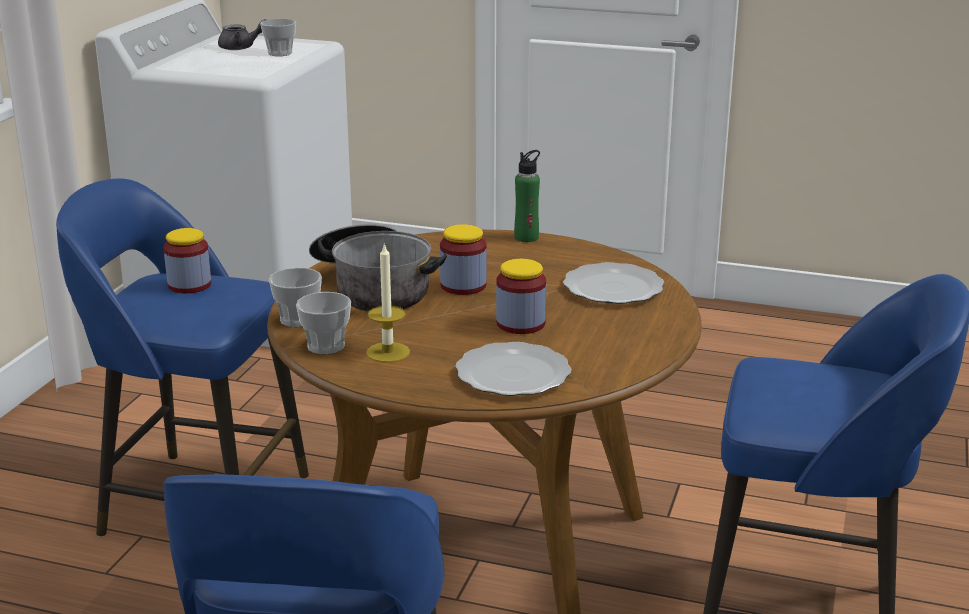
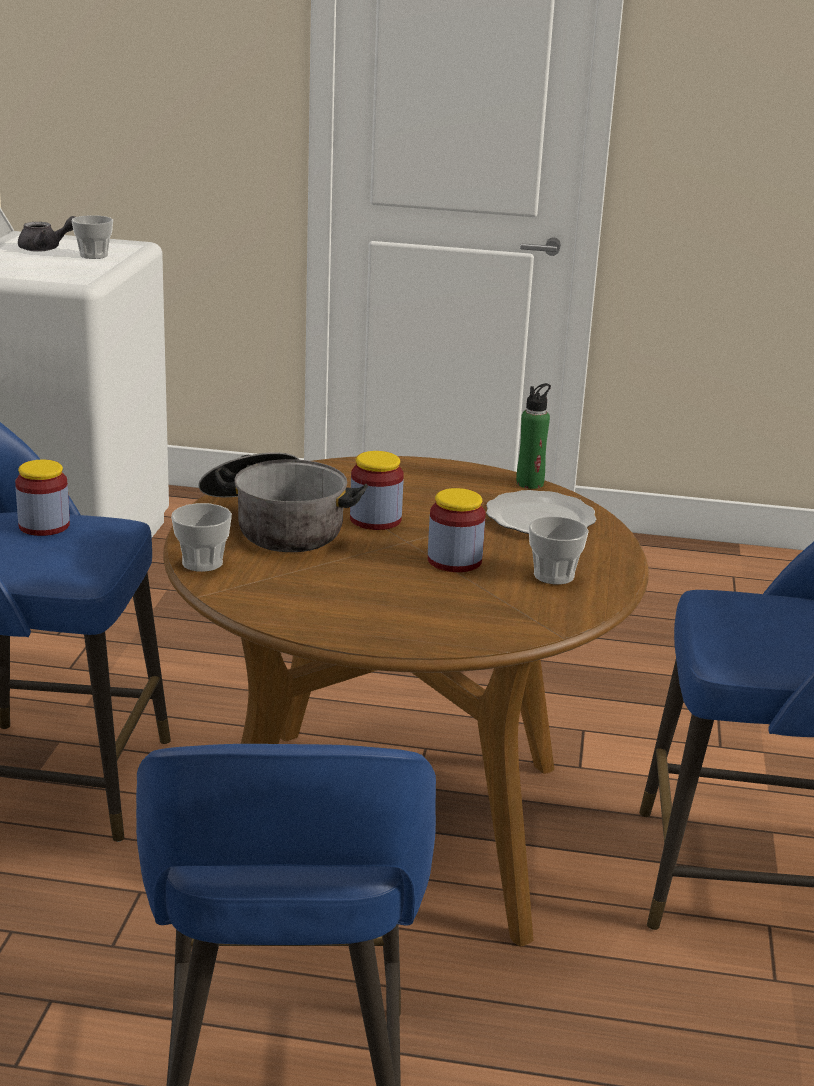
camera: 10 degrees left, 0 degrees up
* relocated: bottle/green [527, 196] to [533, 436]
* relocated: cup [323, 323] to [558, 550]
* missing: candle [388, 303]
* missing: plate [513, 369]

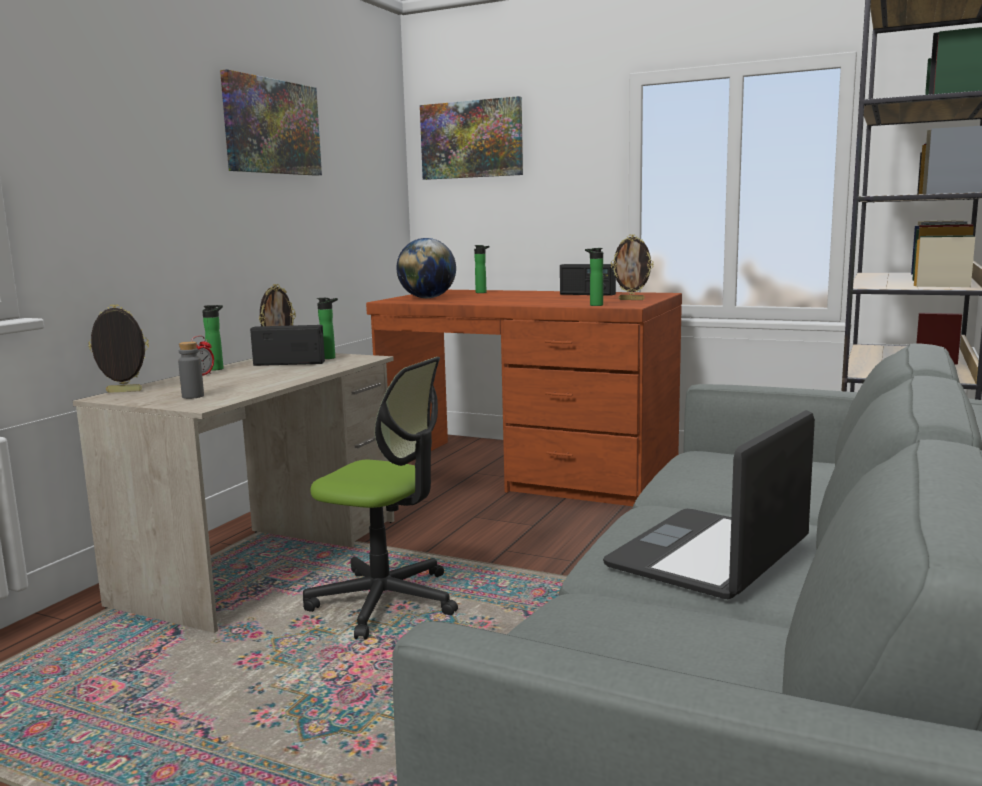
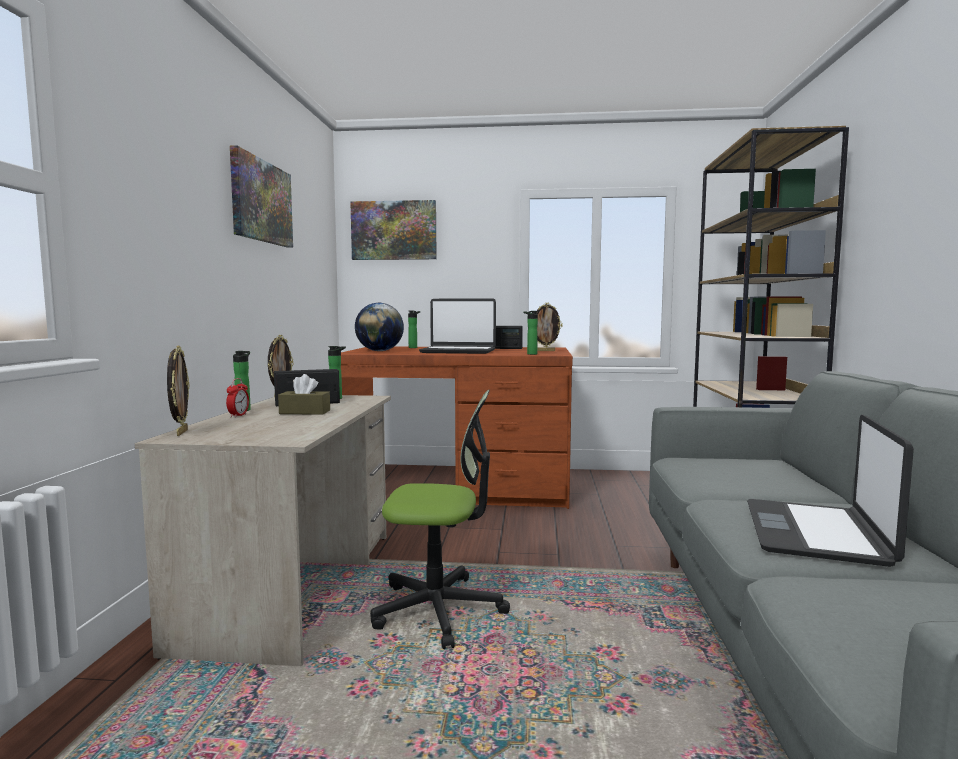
camera: 20 degrees left, 5 degrees down
* spun: picture frame [118, 348] = [178, 390] 105 degrees clockwise
* appeared: tissue box/brown [304, 394]
* appeared: laptop [457, 326]
* missing: bottle/grey [191, 370]

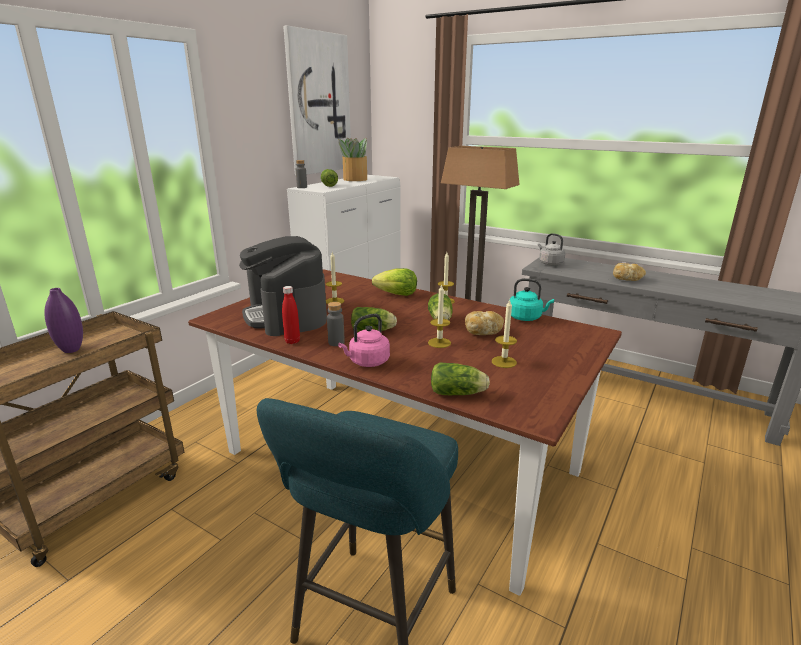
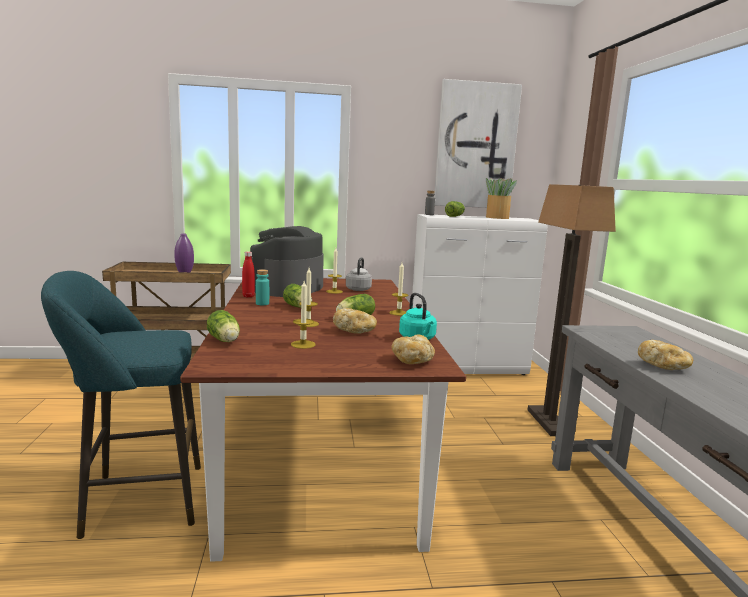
camera: 50 degrees right, 10 degrees down
* colour: bottle/grey [336, 324] to bottle/turquoise [262, 287]
* relocated: kettle/grey [551, 249] to [359, 274]
* appeared: bread [413, 349]
* missing: kettle/pink [364, 340]
* missing: lettuce [394, 282]

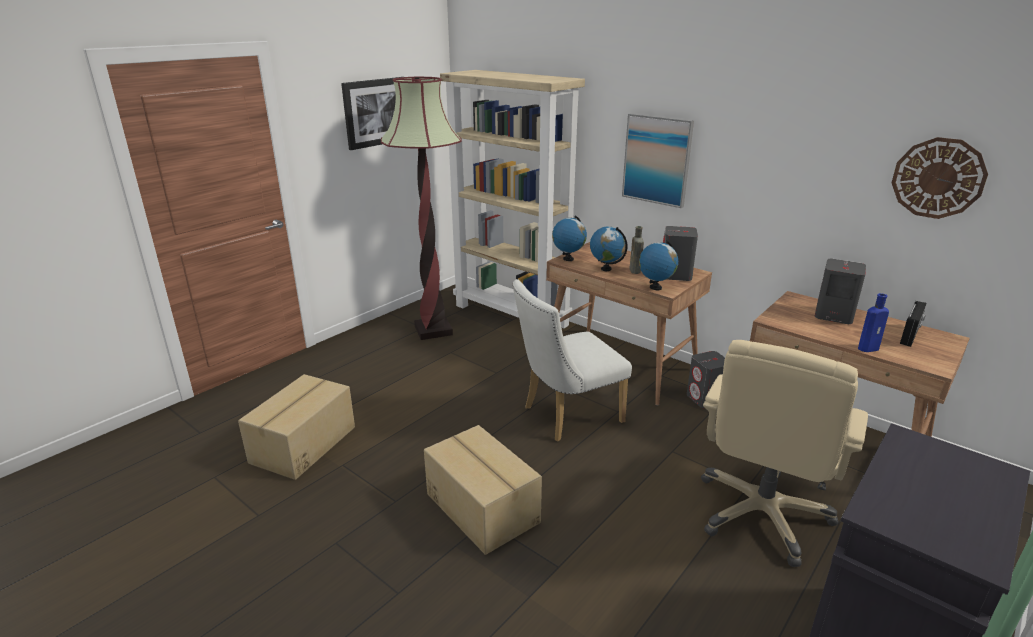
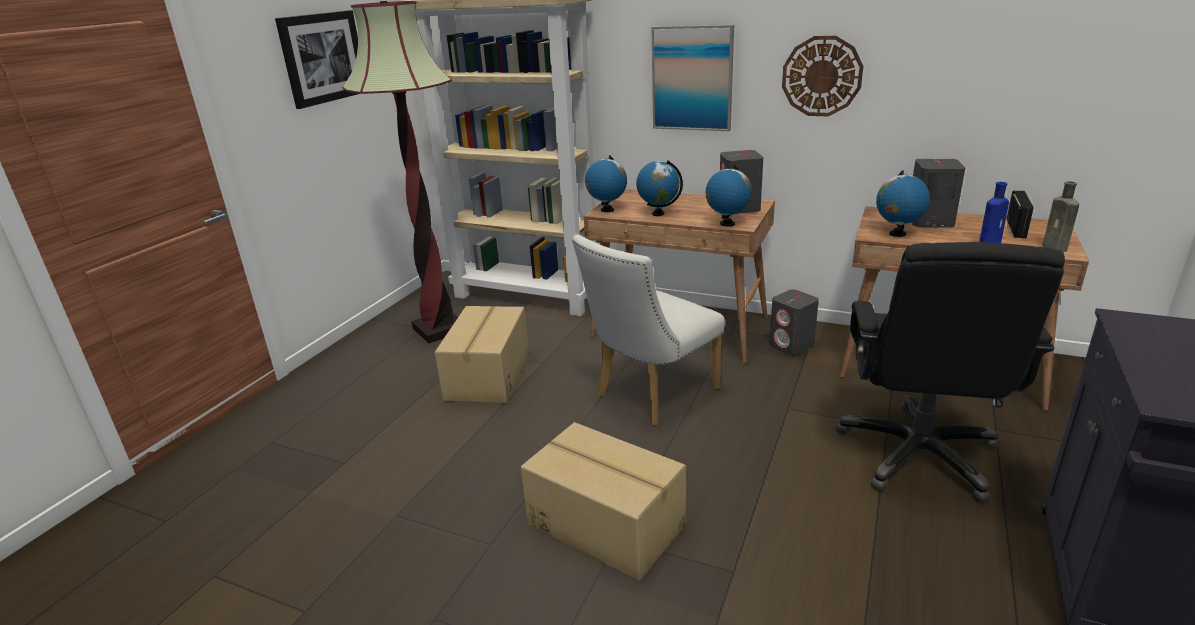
camera: 15 degrees left, 0 degrees up
* relocated: cardboard box [296, 427] to [482, 354]
* relocated: wall clock [940, 178] to [823, 76]
* colour: office chair/beige [784, 453] to office chair/black [950, 372]
* appeared: globe [903, 204]
* relocated: bottle/brown [636, 250] to [1061, 216]

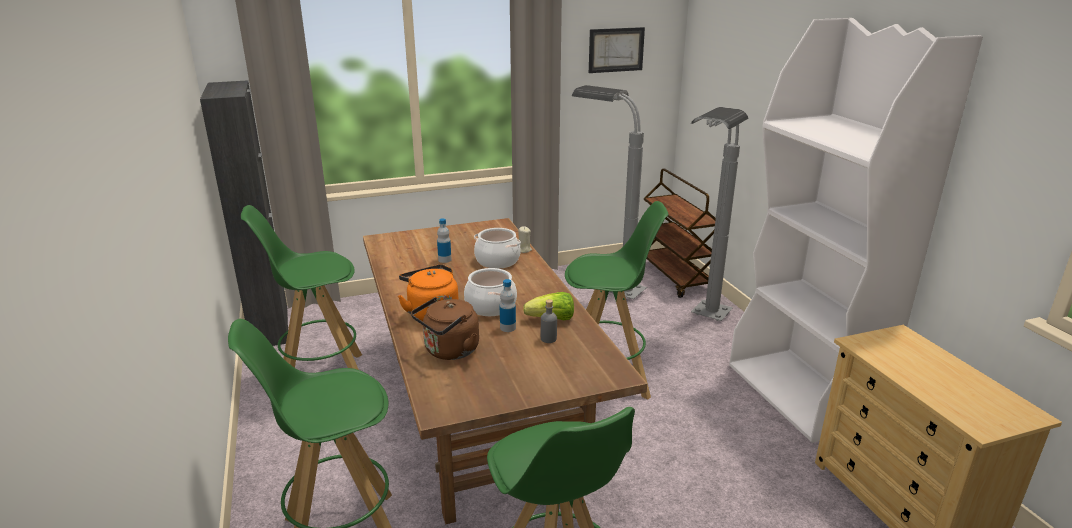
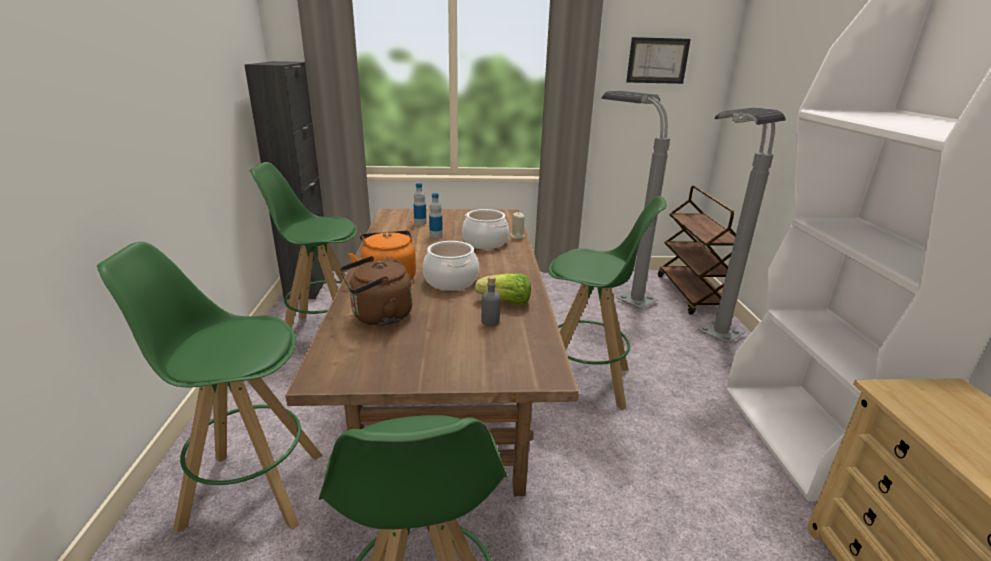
camera: 15 degrees right, 0 degrees up
* relocated: bottle [507, 305] to [420, 204]

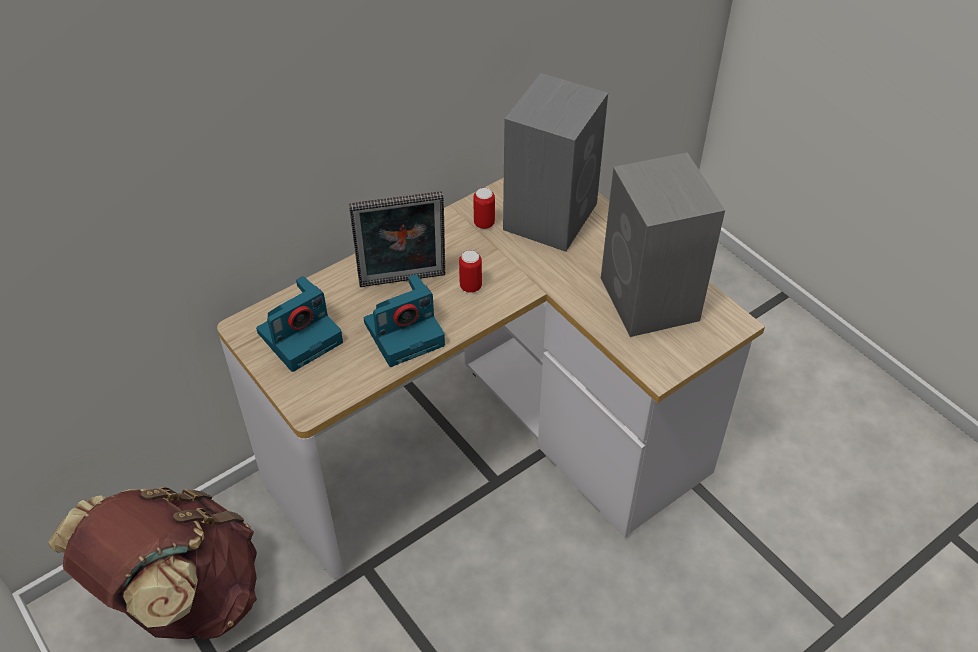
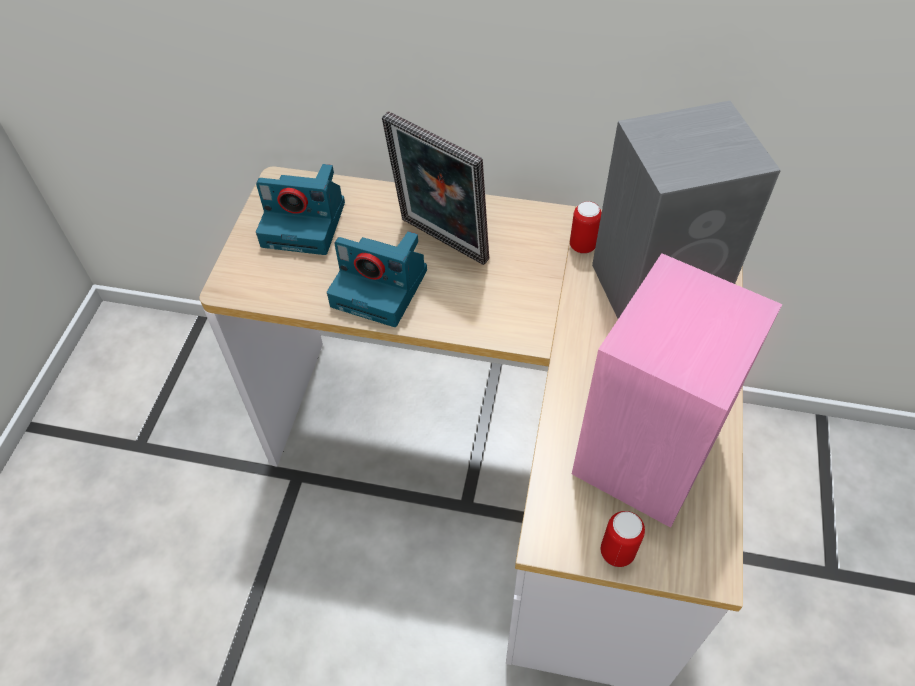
camera: 50 degrees right, 5 degrees up
* colour: speaker/grey [663, 244] to speaker/pink [677, 390]
* relocated: can [470, 271] to [623, 539]
* missing: backpack/brown [152, 563]

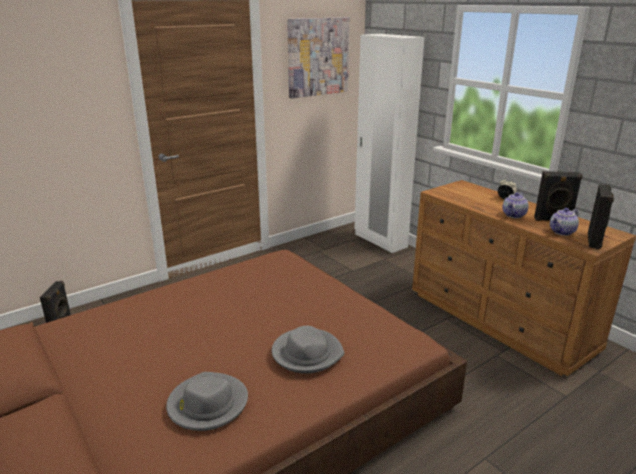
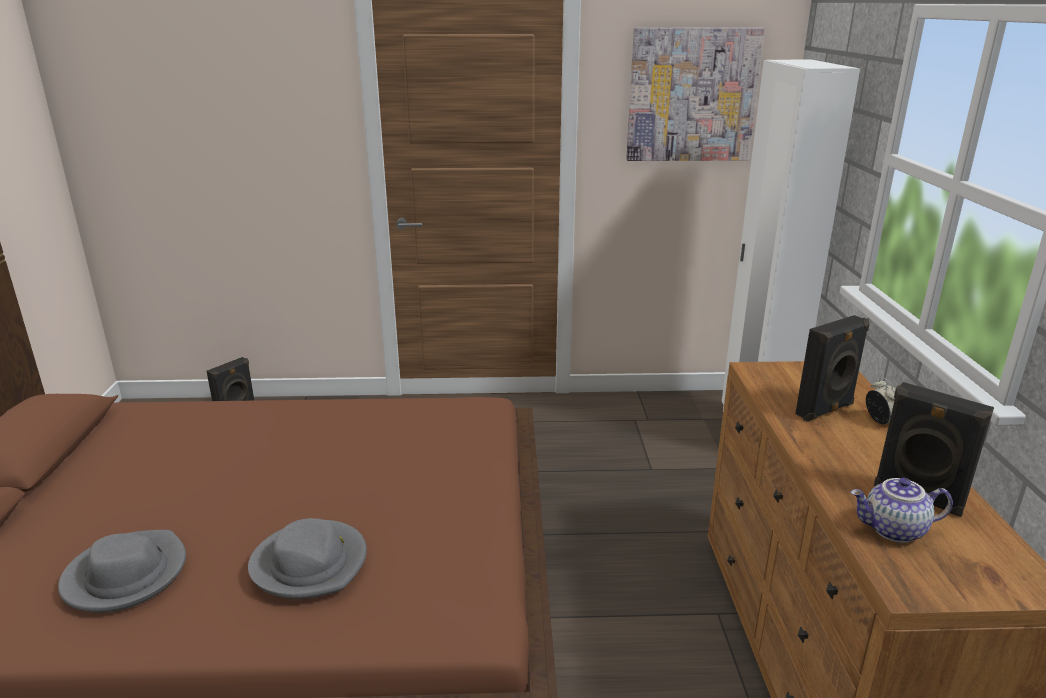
camera: 35 degrees right, 0 degrees up
* relocated: speaker/black [601, 217] to [832, 368]
* missing: teapot [515, 205]

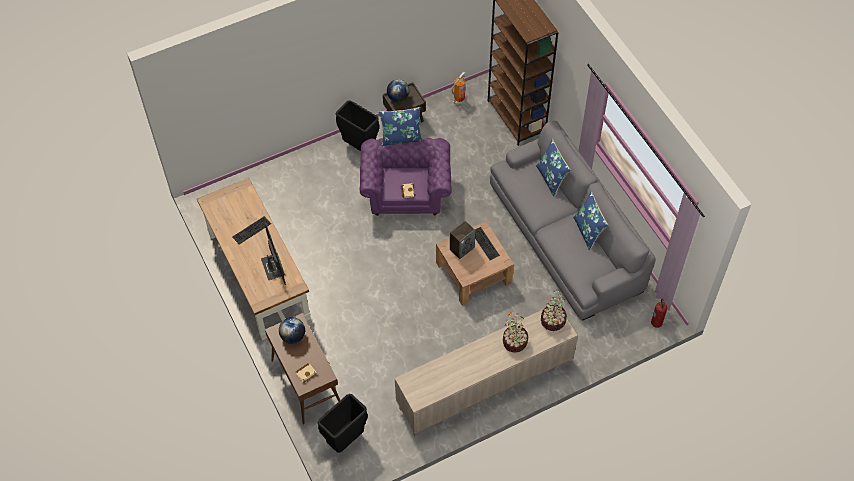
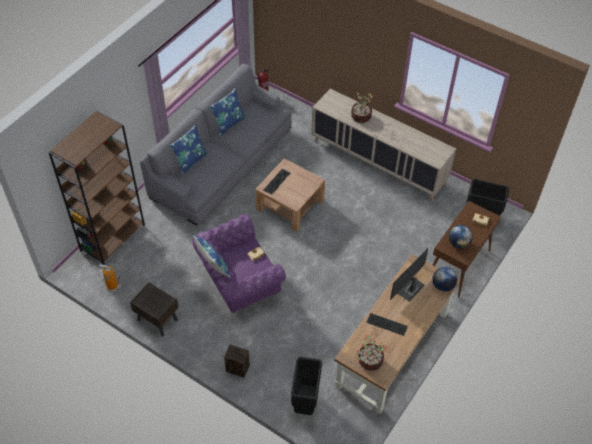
camera: 120 degrees left, 5 degrees down
* relocated: speaker [463, 240] to [237, 361]
* relocated: trash can/black [357, 125] to [306, 386]
* relocated: potted plant [554, 310] to [372, 353]
* relocated: globe [398, 90] to [445, 279]

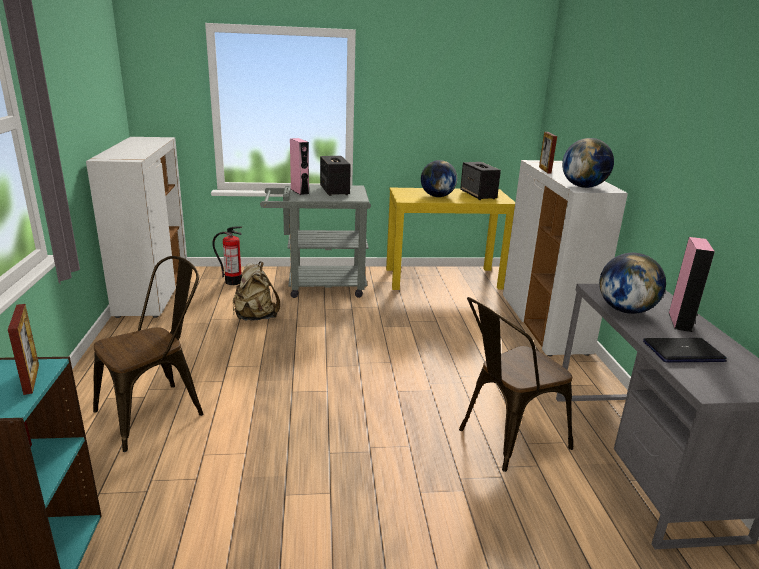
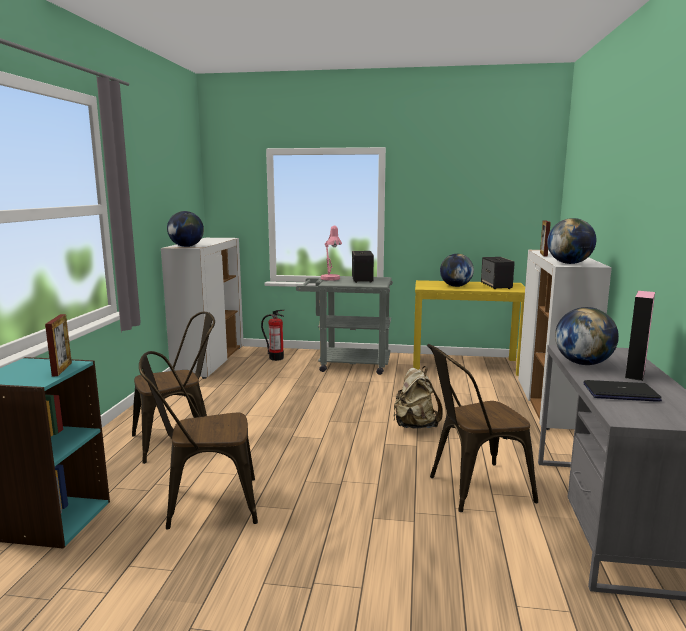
camera: 15 degrees right, 10 degrees down
* appeared: chair/brown [198, 440]
* appeared: globe [185, 229]
* exchanged: speaker/pink [299, 166] to table lamp/pink [331, 253]
* relocated: backpack/beige [256, 291] to [418, 397]

